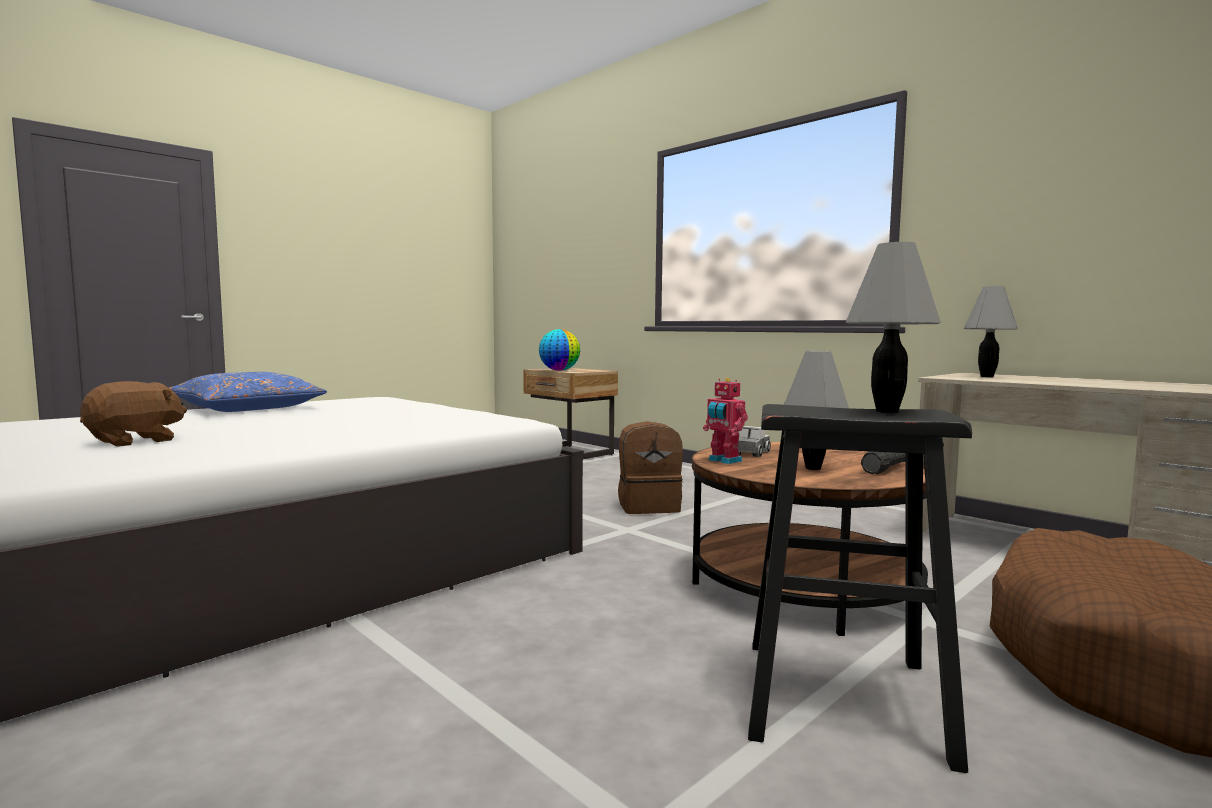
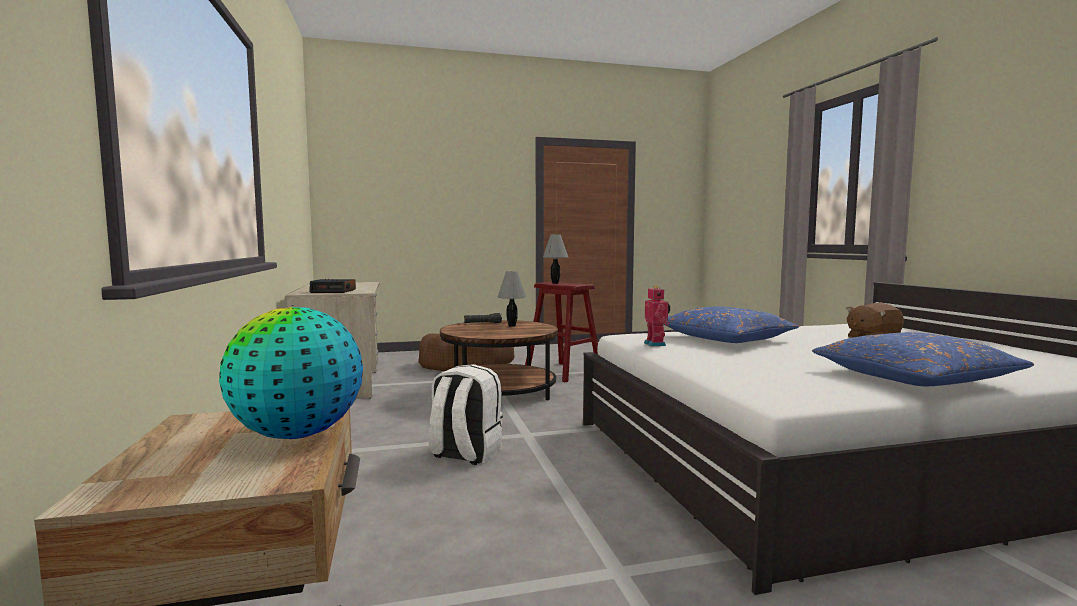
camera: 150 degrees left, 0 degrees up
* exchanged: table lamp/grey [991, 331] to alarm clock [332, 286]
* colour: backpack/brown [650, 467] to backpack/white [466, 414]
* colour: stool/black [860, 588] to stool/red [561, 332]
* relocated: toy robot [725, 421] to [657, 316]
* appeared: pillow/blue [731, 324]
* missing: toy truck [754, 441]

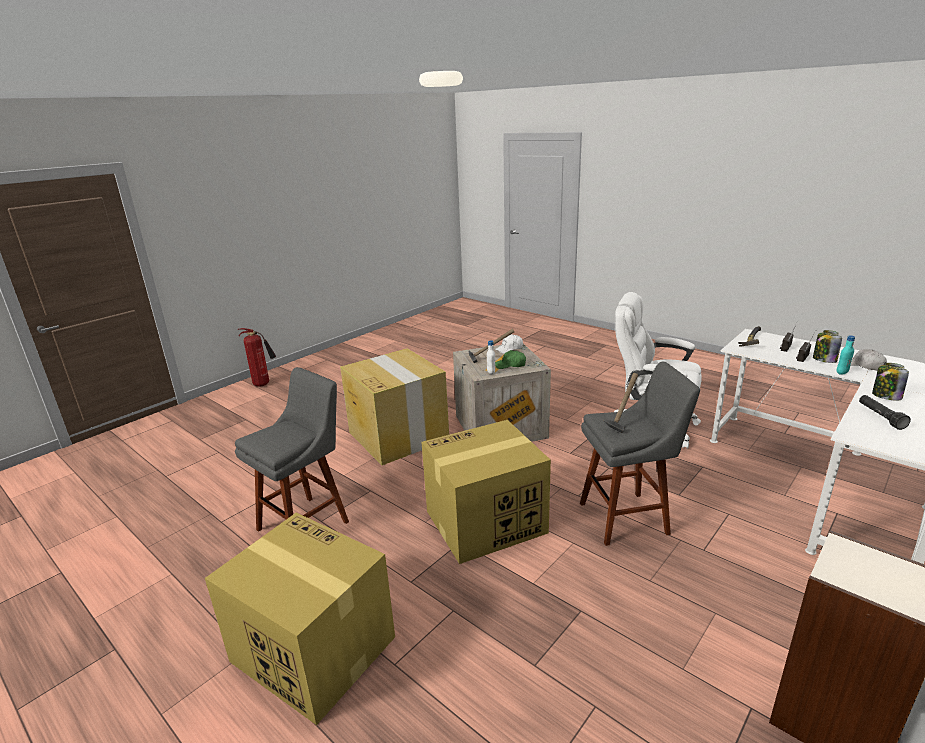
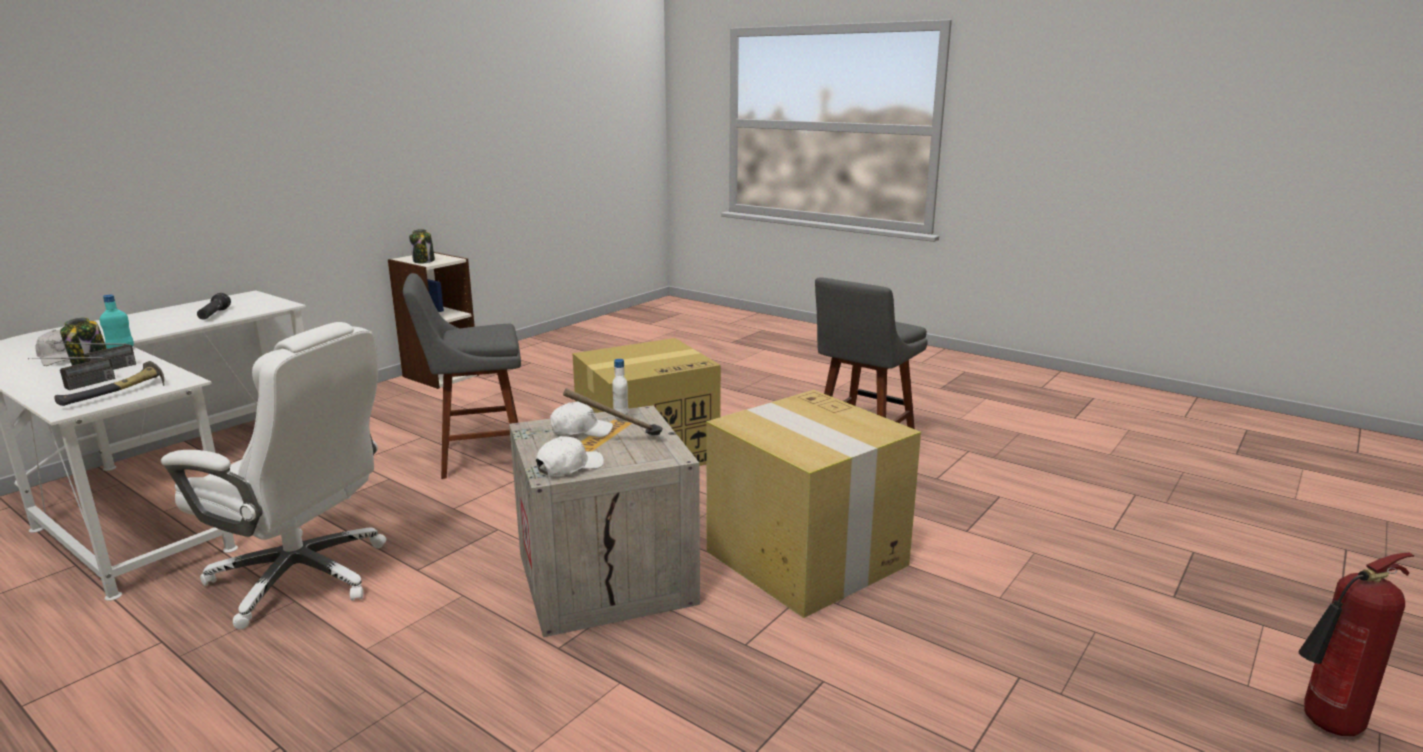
camera: 175 degrees right, 5 degrees down
* relocated: jar [890, 382] to [422, 246]
* colour: cap/green [510, 359] to cap/white [581, 419]
* missing: cardboard box [300, 619]
* missing: hammer [620, 403]

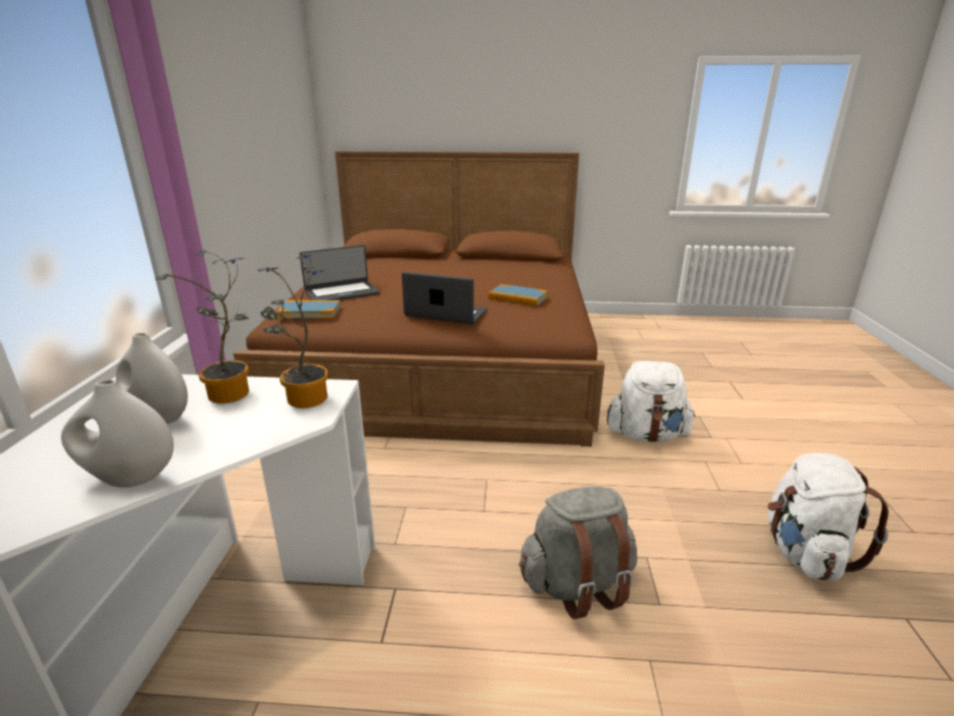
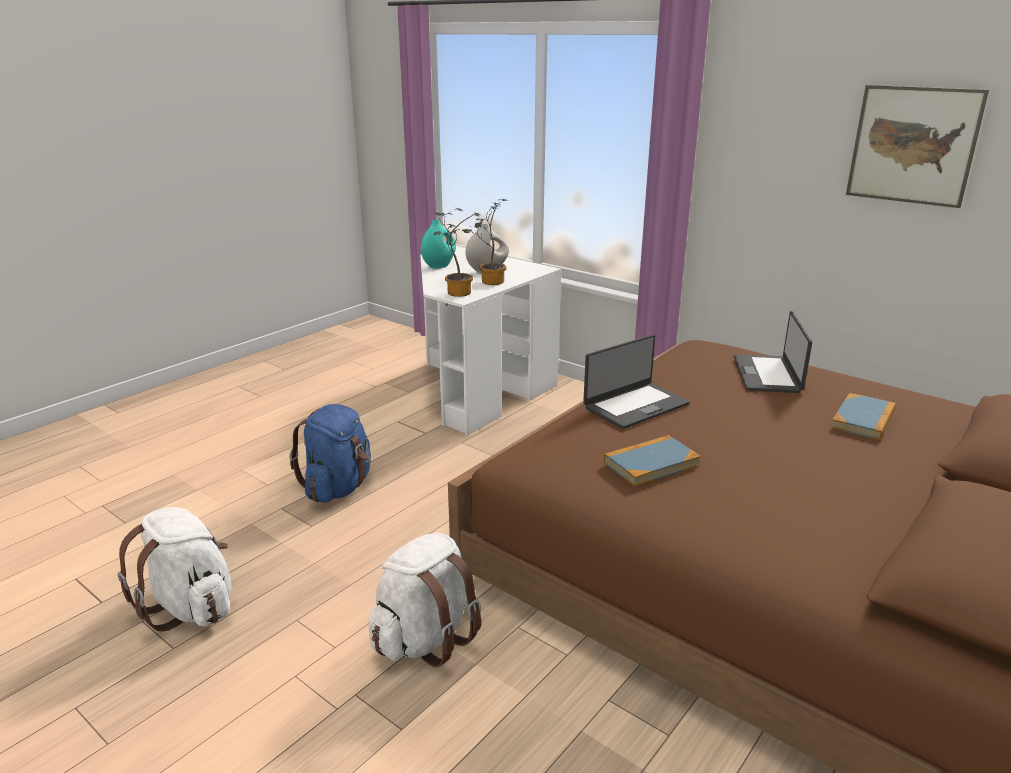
camera: 125 degrees right, 0 degrees up
* colour: backpack/grey [578, 552] to backpack/blue [330, 453]
* colour: vase/white [117, 433] to vase/turquoise [438, 244]
* relocated: book [308, 309] to [863, 416]
* appeared: picture [917, 146]

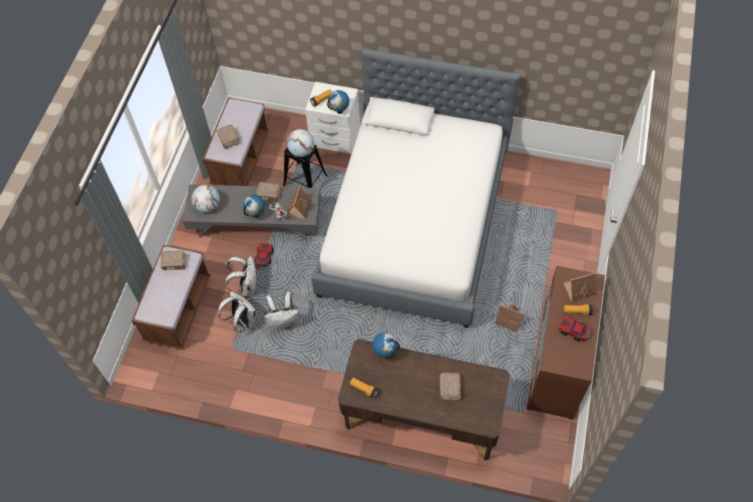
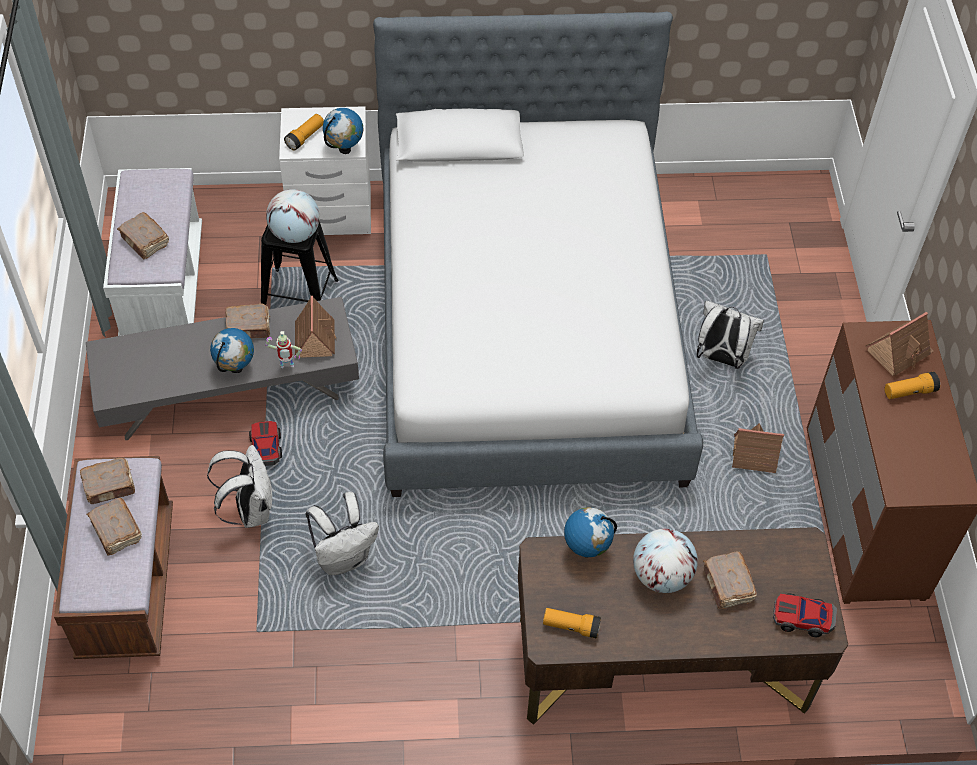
camera: 20 degrees left, 5 degrees down
* appeared: book/brown [114, 527]
* colour: bench/brown [235, 142] to bench/white [152, 252]
* relocated: globe [206, 199] to [665, 561]
* relocated: backpack/white [238, 311] to [730, 335]
* relocated: toy car [574, 329] to [805, 615]

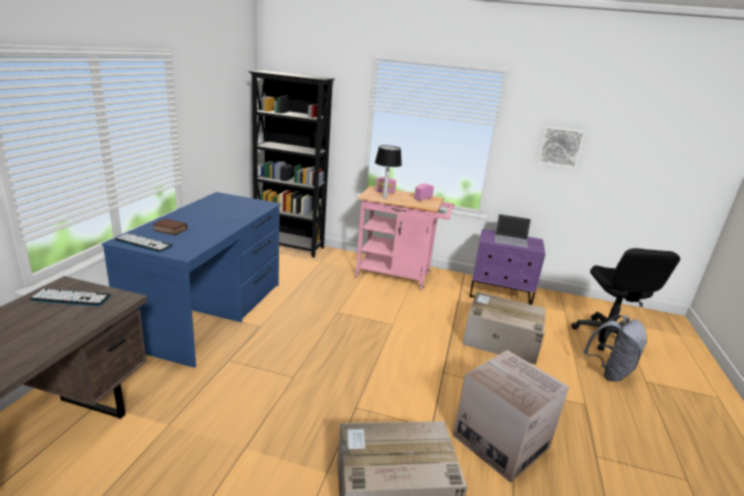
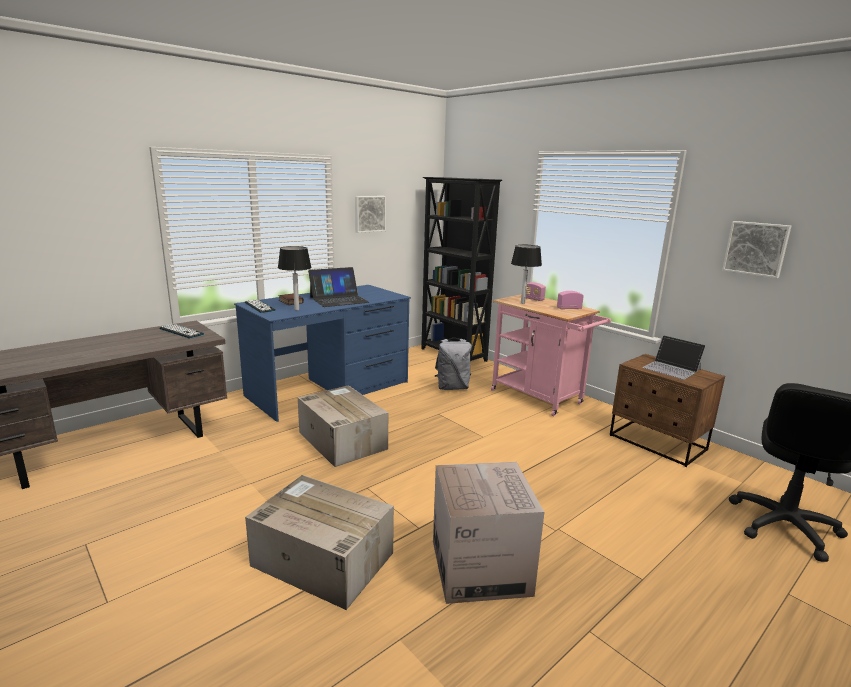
camera: 35 degrees right, 5 degrees down
* appeared: table lamp [295, 278]
* relocated: cardboard box [504, 328] to [343, 426]
* appeared: laptop [338, 287]
* appeared: picture [370, 214]
* relocated: backpack/grey [615, 348] to [453, 364]
* colour: nightstand/purple [507, 267] to nightstand/brown [667, 410]

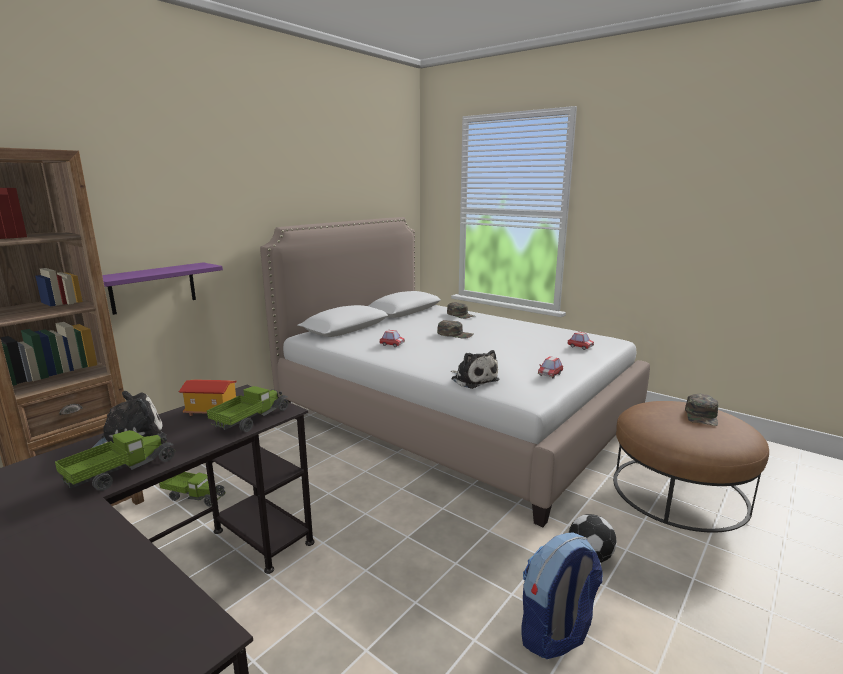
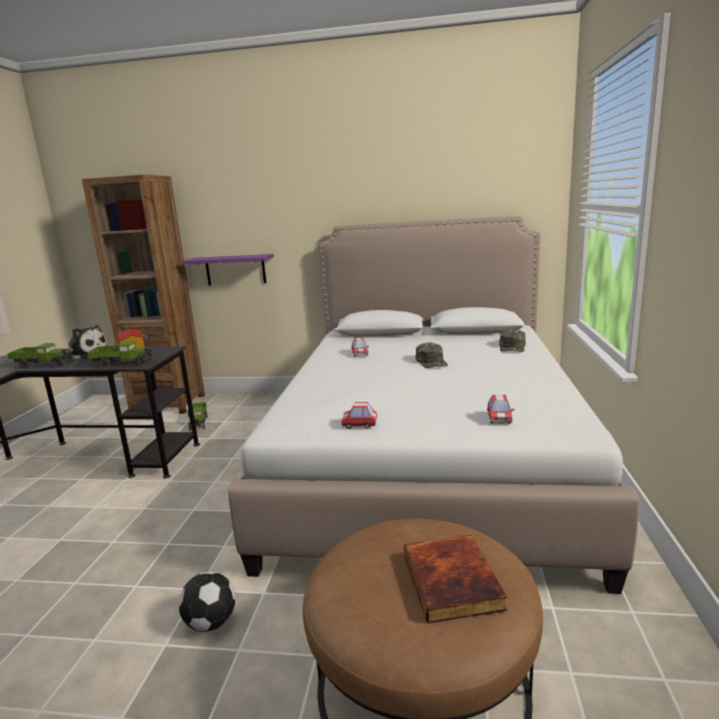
camera: 60 degrees right, 0 degrees up
* exchanged: cap/green [701, 410] to book [455, 579]
* missing: plush toy [475, 369]
* missing: backpack [562, 595]

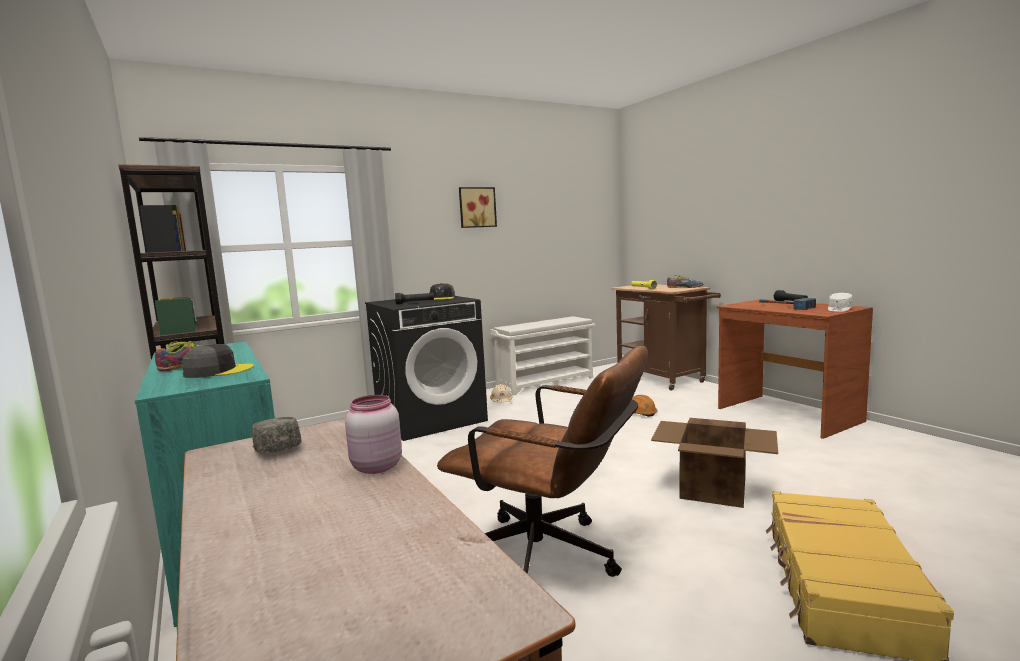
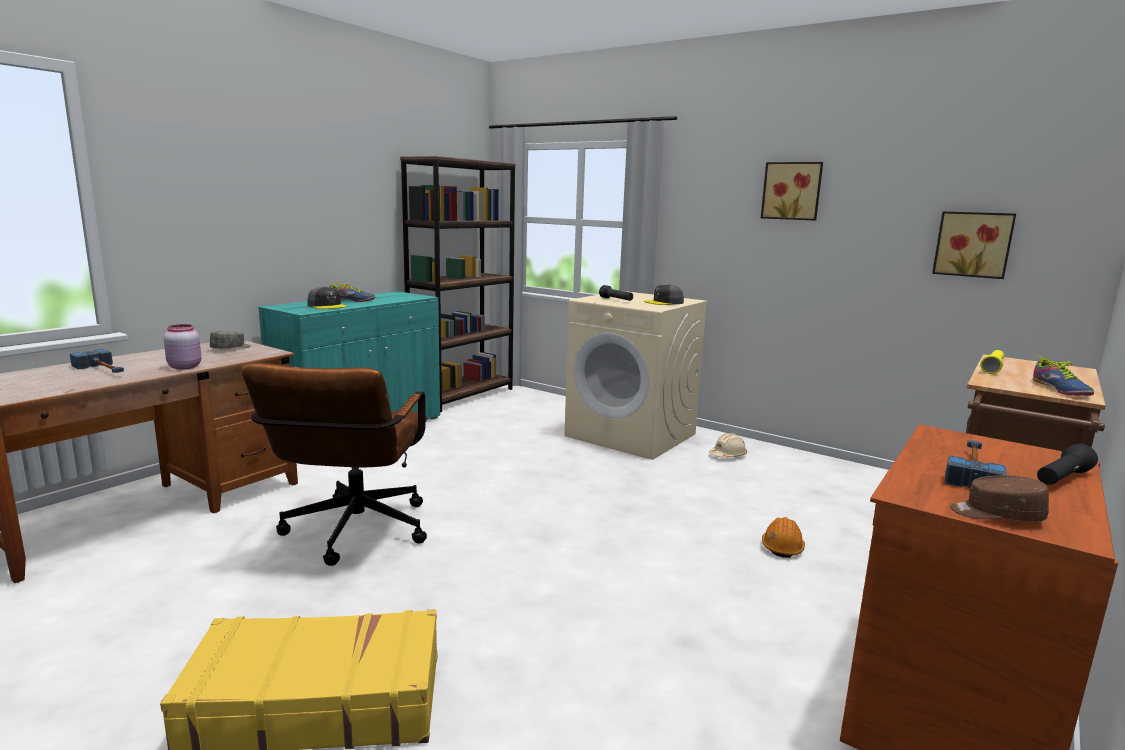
camera: 65 degrees right, 5 degrees up
* appeared: hammer [97, 361]
* colour: washing machine/black [426, 368] to washing machine/beige [636, 375]
* appeared: picture [974, 245]
* colour: cap/white [840, 302] to cap/brown [999, 498]
* missing: shoe rack/white [543, 355]
* missing: cardboard box [714, 463]

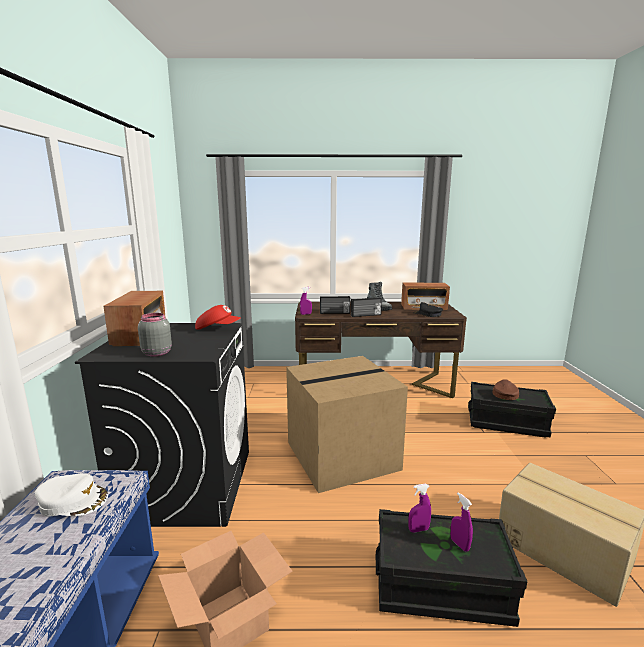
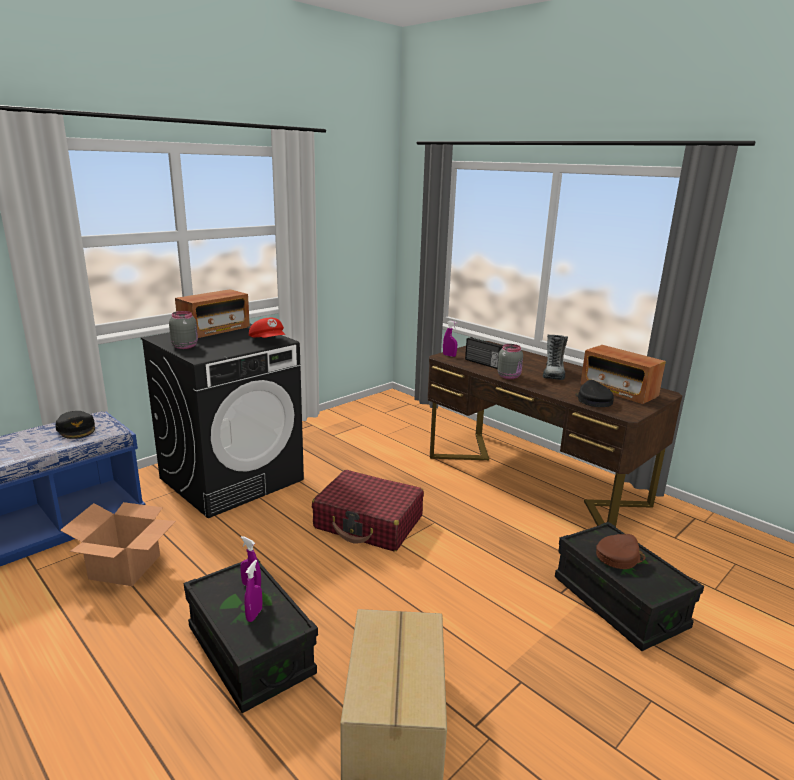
camera: 45 degrees right, 5 degrees up
* colour: cap/white [71, 495] to cap/black [75, 425]
* exchanged: cardboard box [347, 424] to suitcase/red [368, 511]
* exchanged: radio [366, 307] to jar/grey [510, 361]

